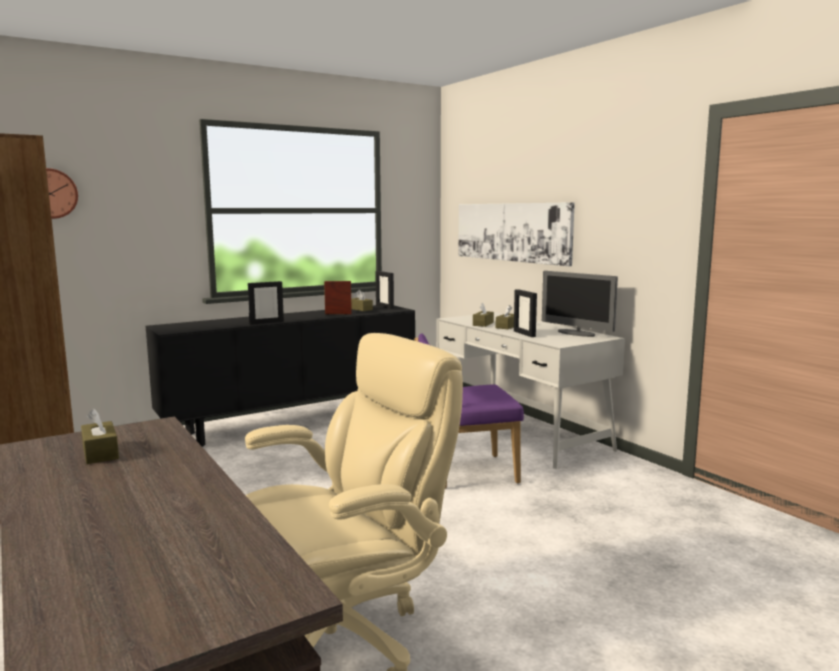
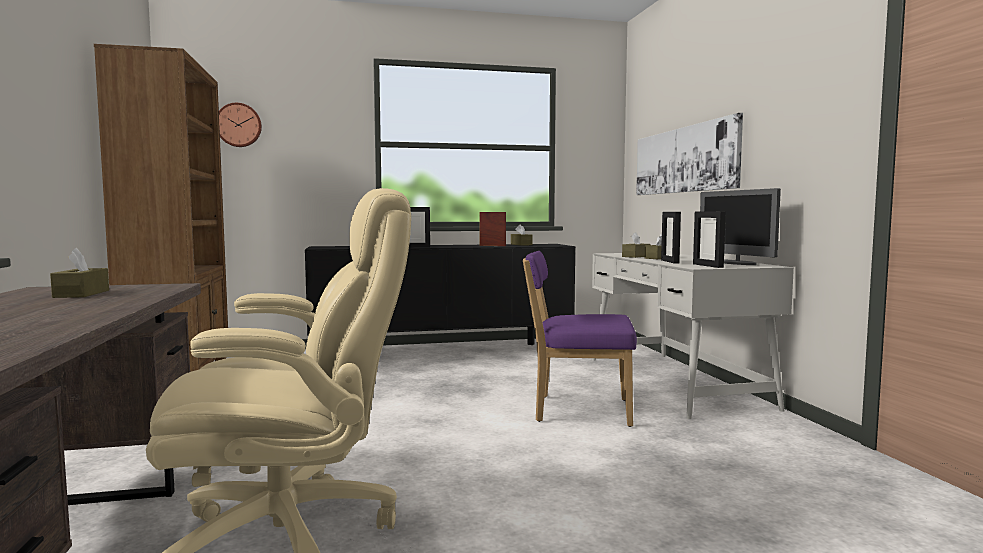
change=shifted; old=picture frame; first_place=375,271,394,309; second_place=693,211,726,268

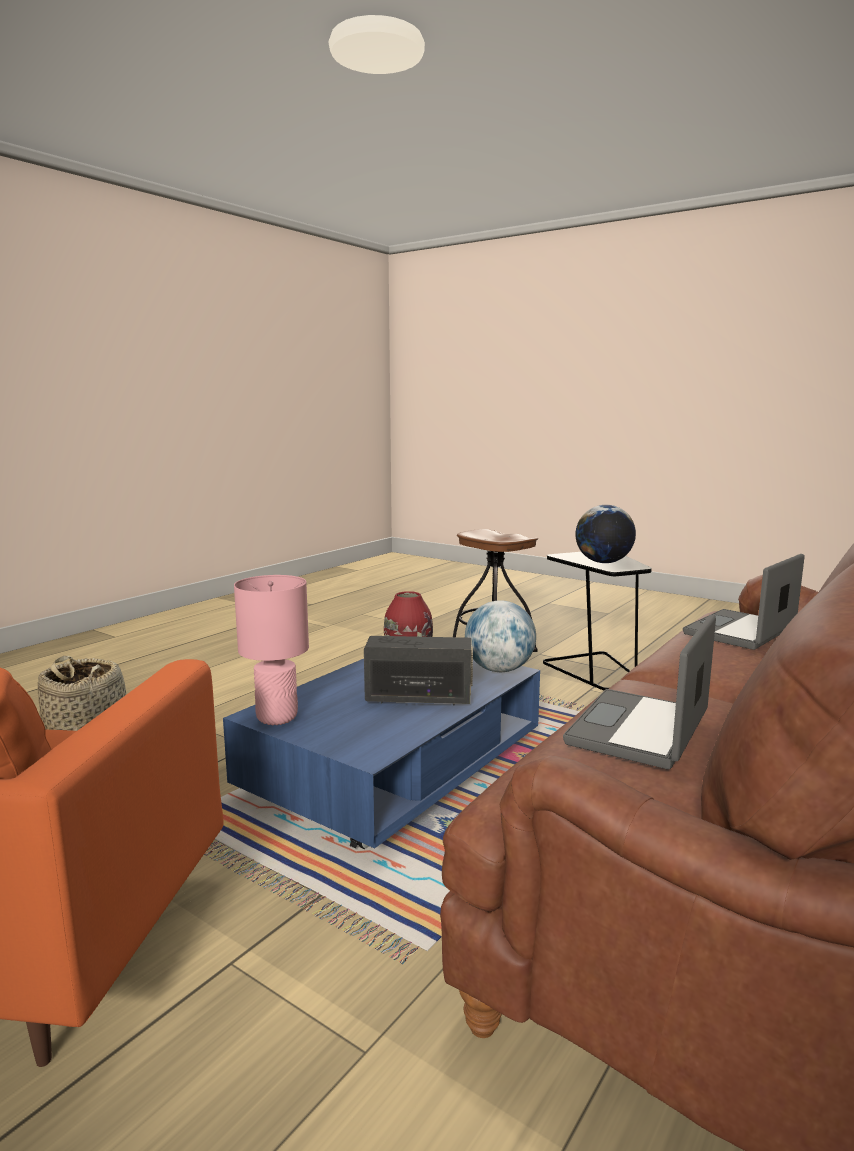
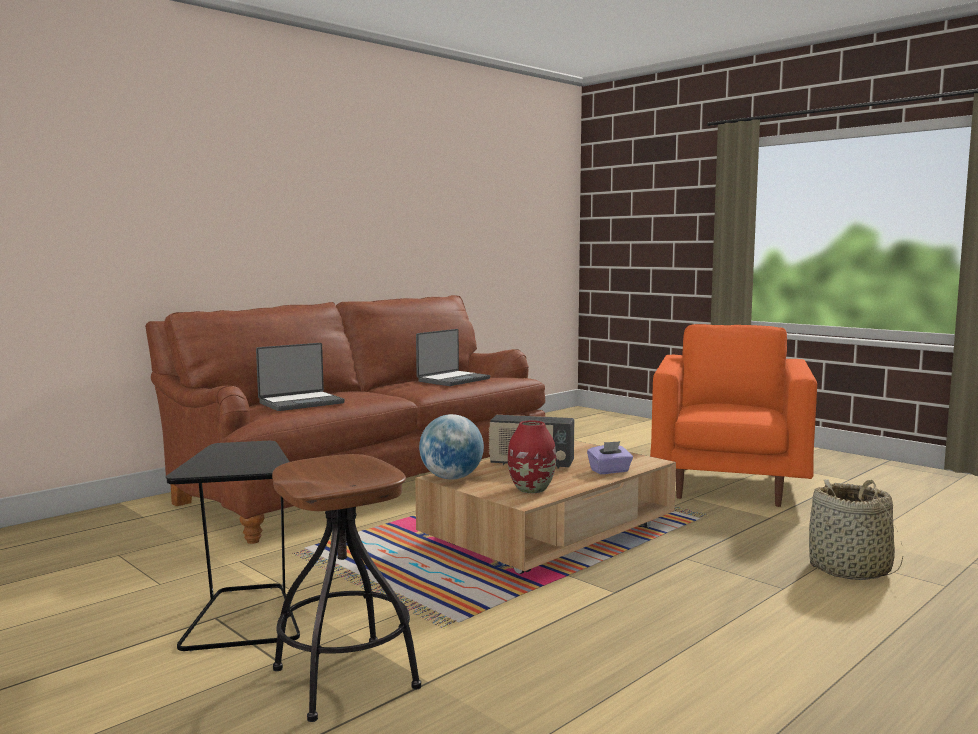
change=repainted; old=coffee table (blue); new=coffee table (brown); first_place=223,659,540,849; second_place=415,440,676,574
change=new; new=tissue box (purple); second_place=587,441,633,474
change=gone; old=table lamp (pink); first_place=234,575,309,725
change=gone; old=globe; first_place=575,505,636,563

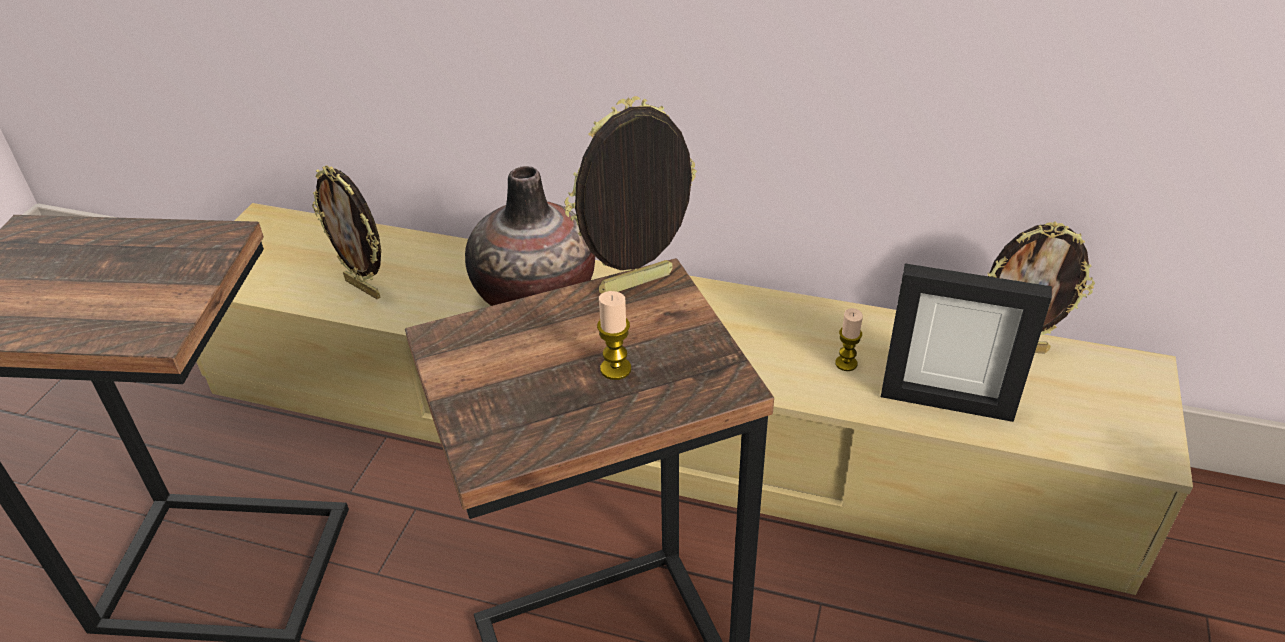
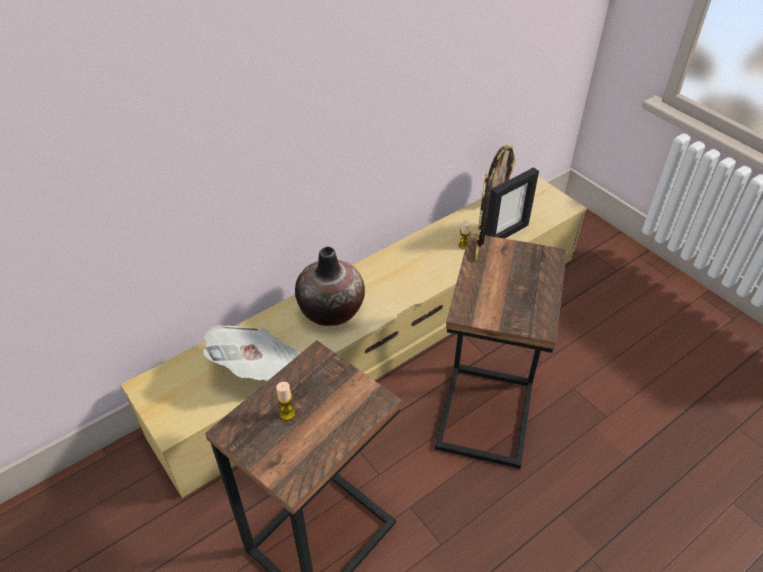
change=swapped; old=picture frame; new=newspaper; first_place=312,165,381,300; second_place=202,325,301,381
change=shifted; old=candle; first_place=597,291,631,380; second_place=276,382,295,421

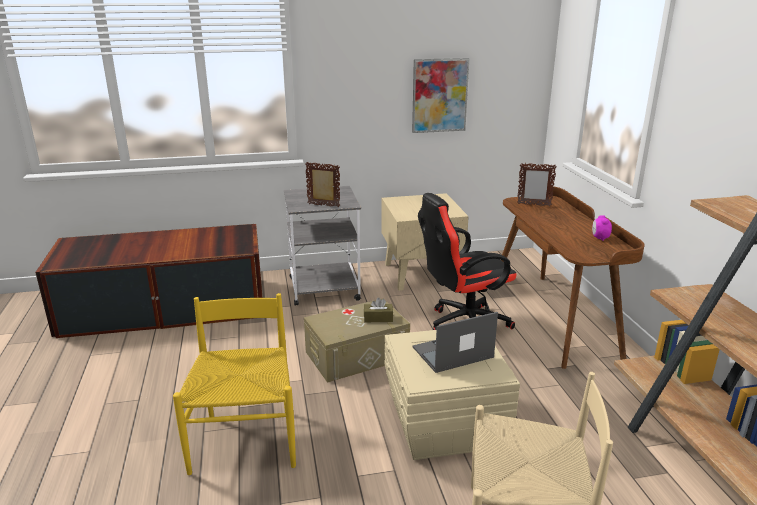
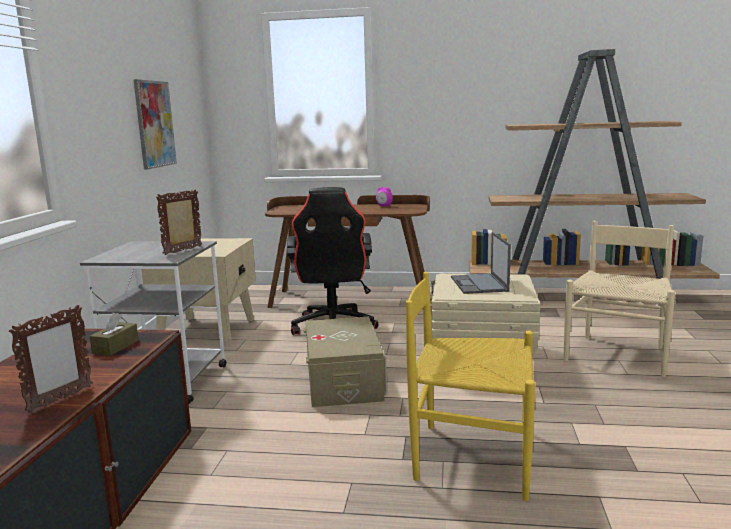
change=shifted; old=picture frame; first_place=517,163,557,206; second_place=9,305,93,413
change=shifted; old=tissue box (brown); first_place=364,297,393,322; second_place=89,312,139,356

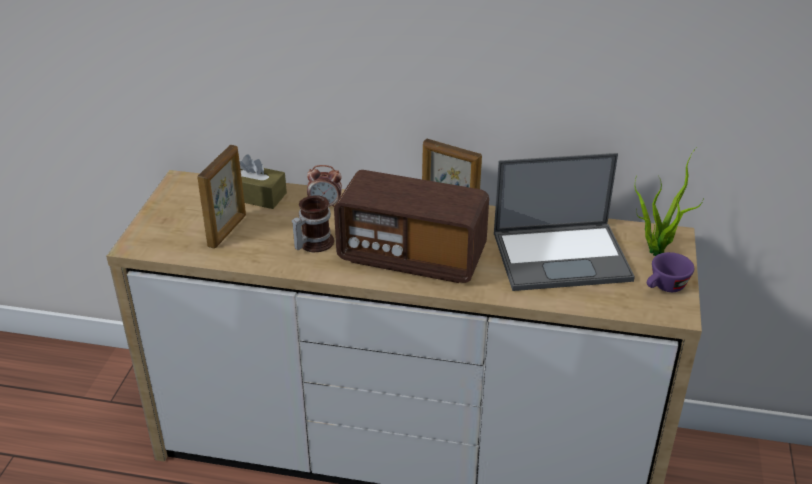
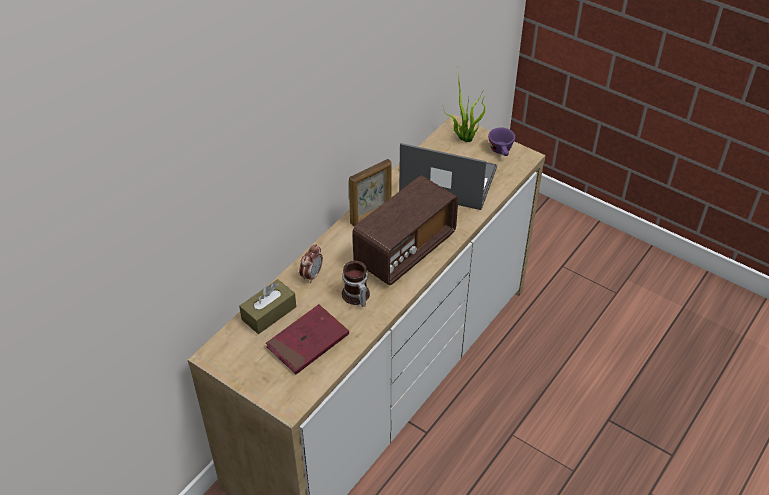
change=swapped; old=picture frame; new=book (red); first_place=197,145,246,249; second_place=266,304,349,374
change=rotated; old=laptop; first_place=494,153,635,291; second_place=399,143,497,210; degrees=-90

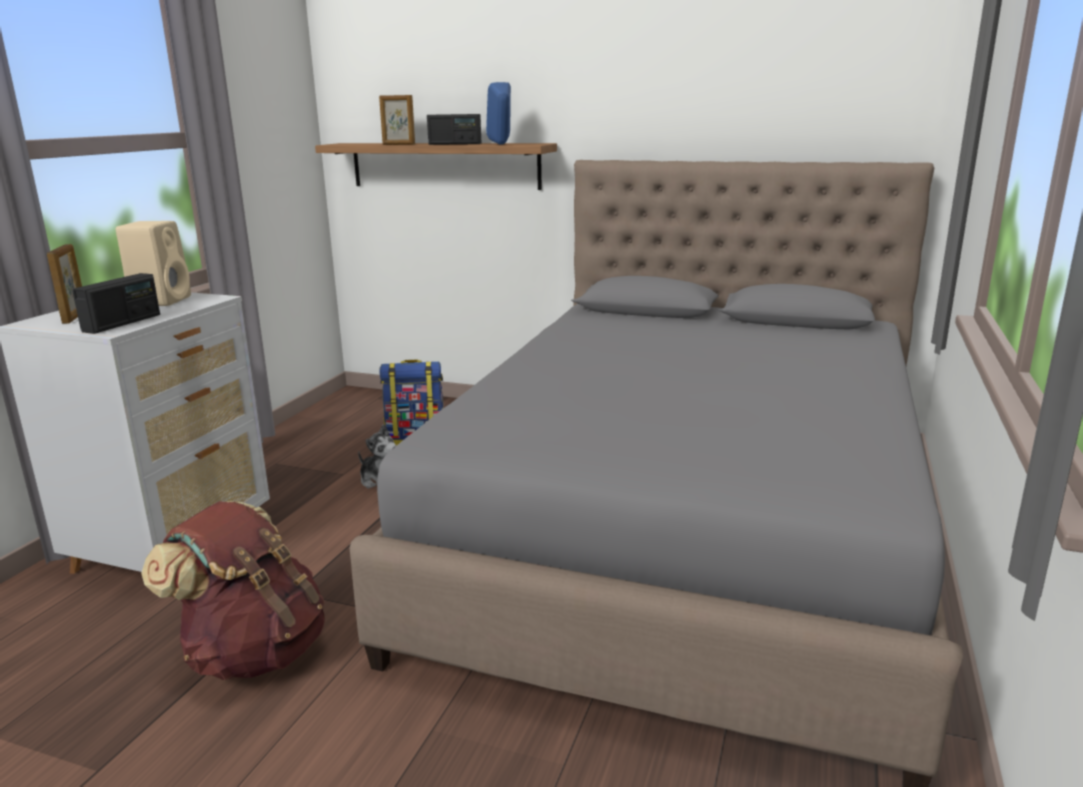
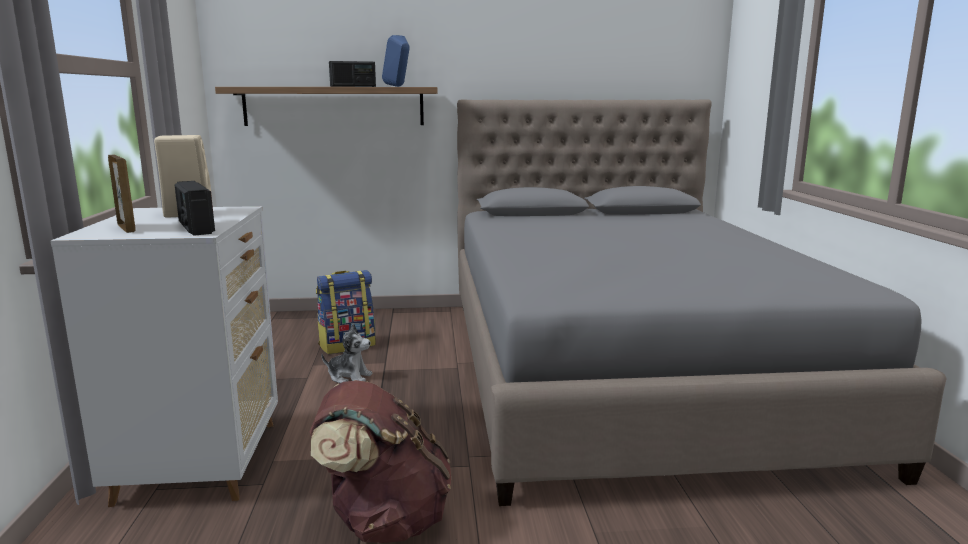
change=rotated; old=radio; first_place=72,273,160,334; second_place=175,181,215,236; degrees=150
change=gone; old=picture frame; first_place=379,95,415,145

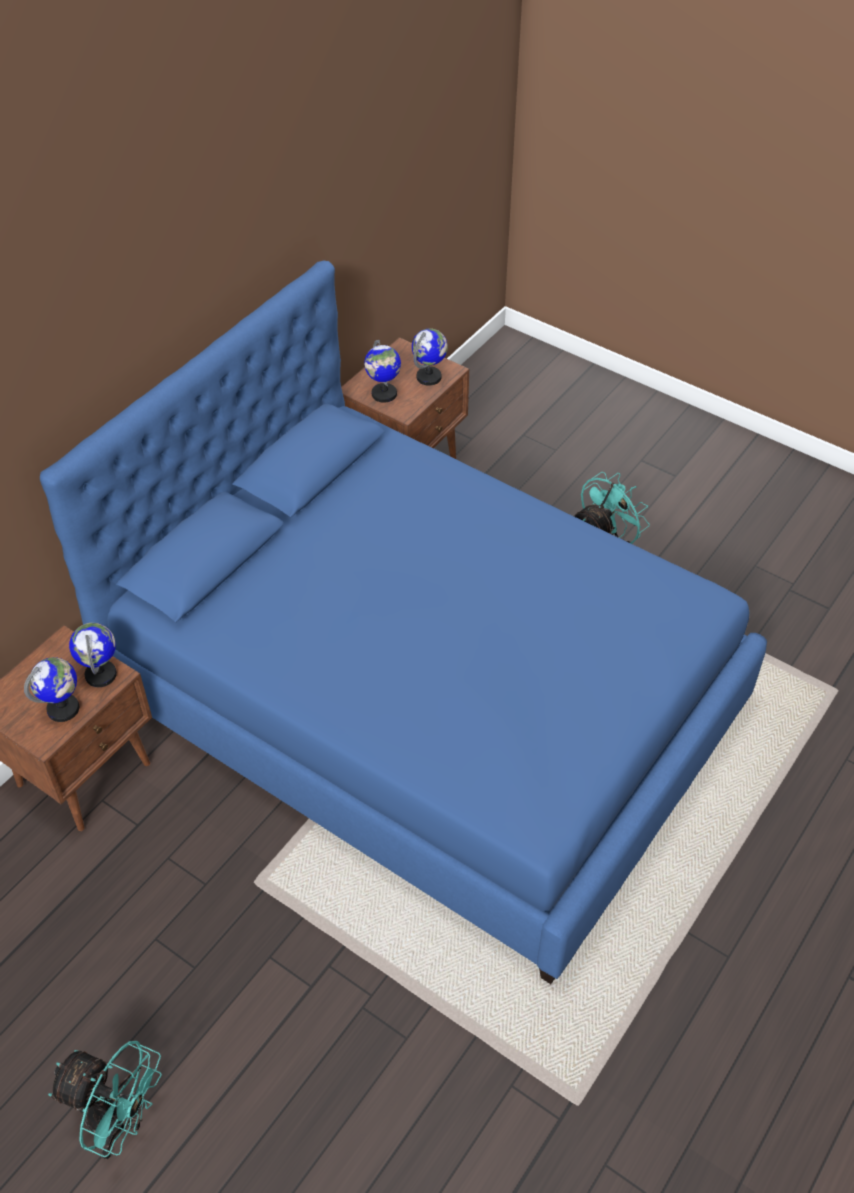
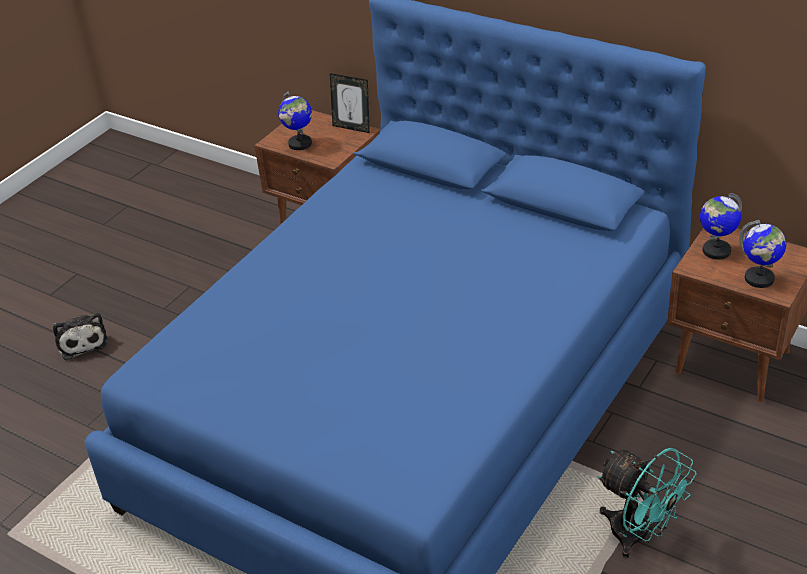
change=new; new=plush toy; second_place=53,313,108,360
change=new; new=picture frame; second_place=330,73,370,133
change=gone; old=fan (turquoise); first_place=48,1041,162,1160
change=gone; old=globe; first_place=69,623,117,687

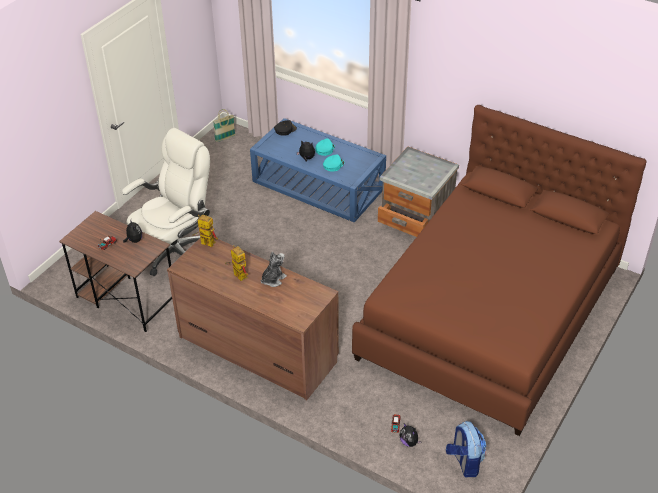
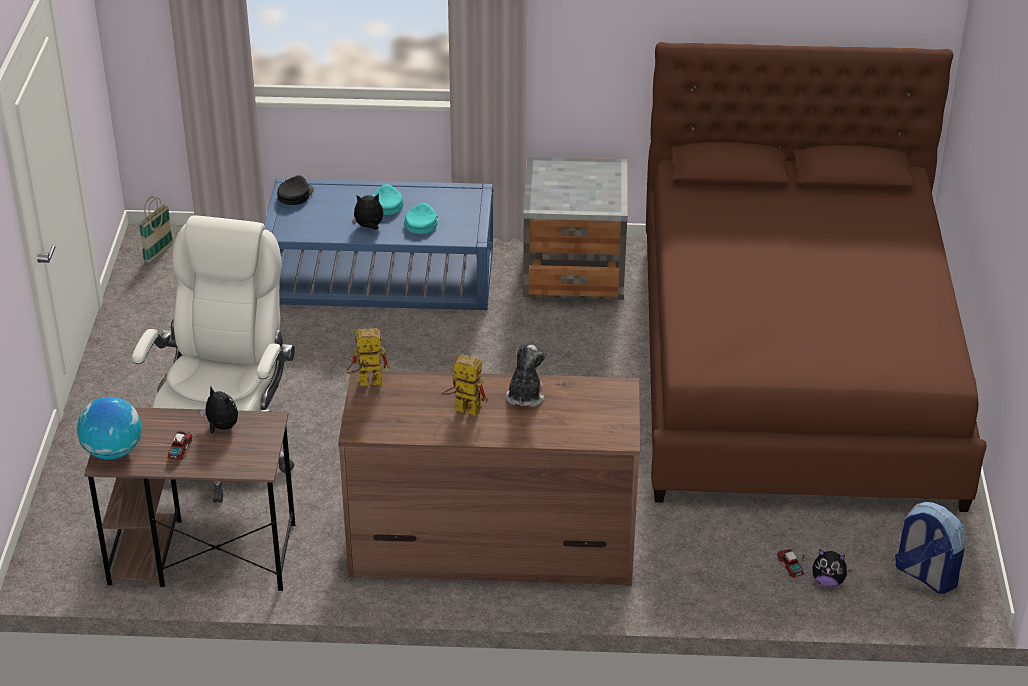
change=new; new=globe; second_place=77,397,142,460

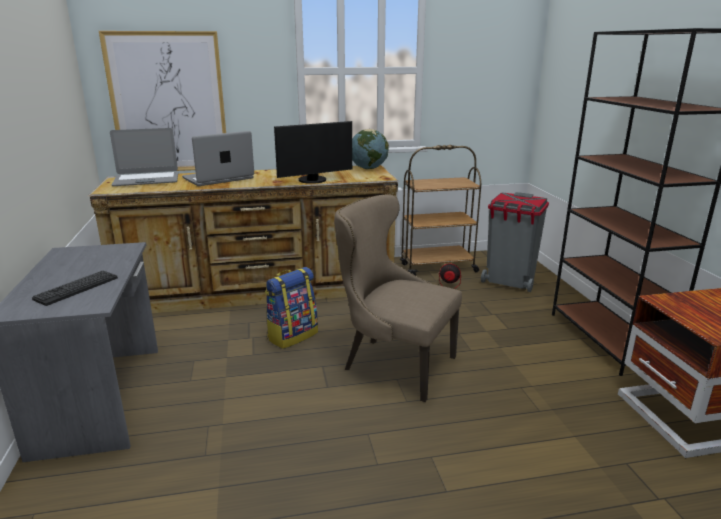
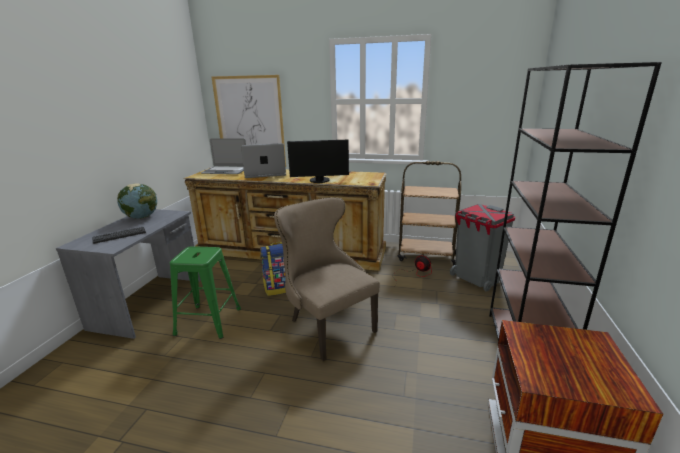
change=shifted; old=globe; first_place=352,129,389,170; second_place=117,183,157,219
change=new; new=stool (green); second_place=170,246,241,339

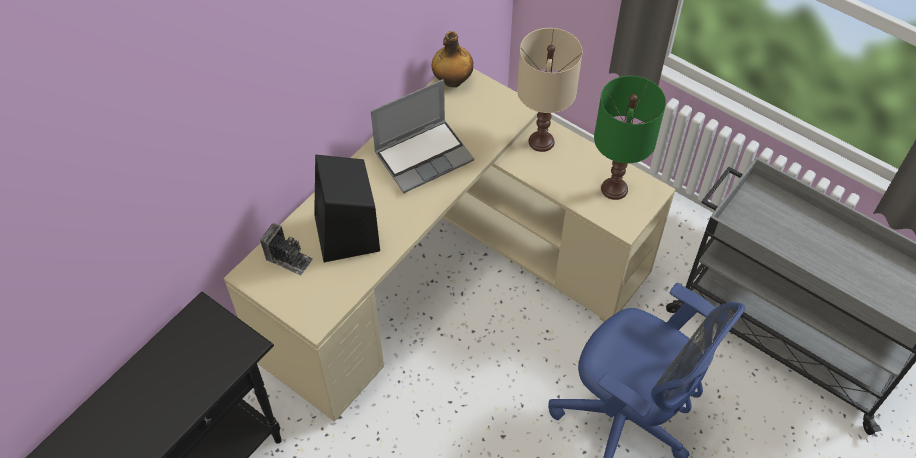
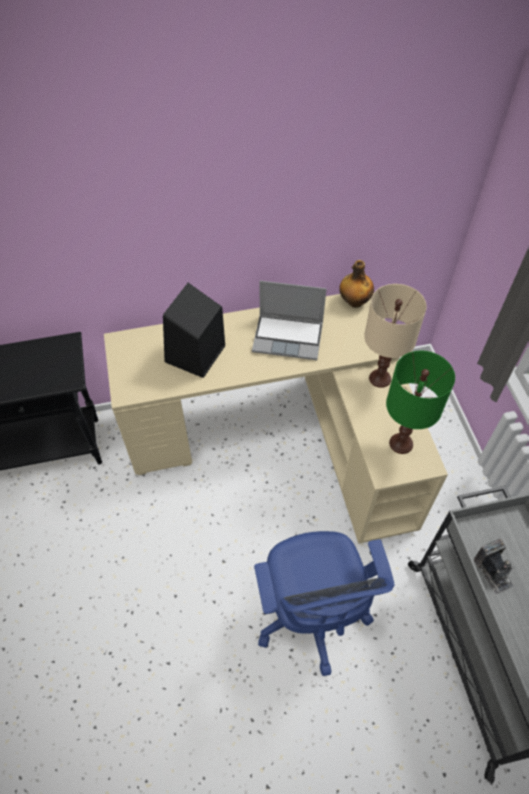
change=shifted; old=photo camera; first_place=260,223,313,276; second_place=474,539,513,594

